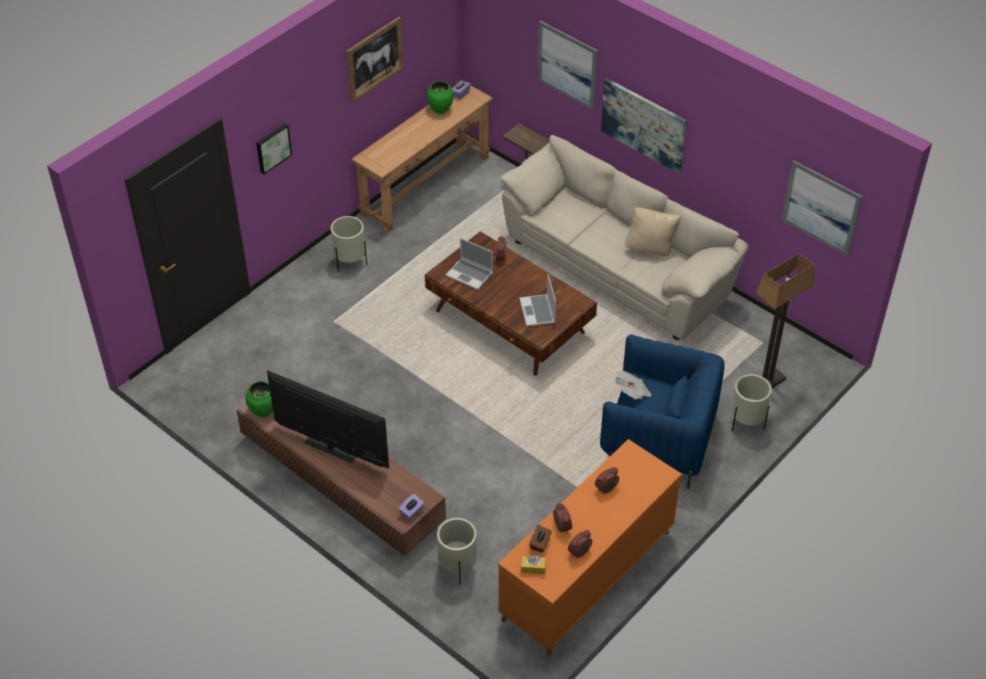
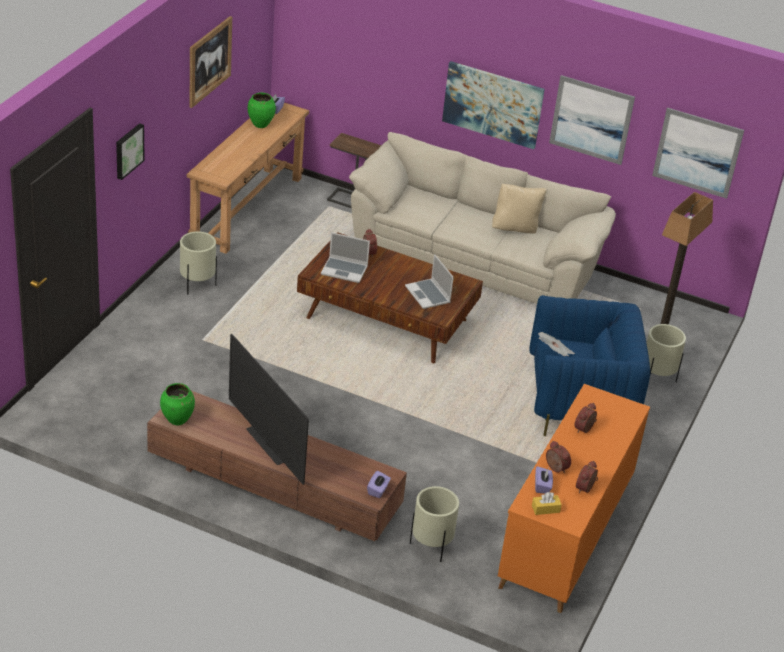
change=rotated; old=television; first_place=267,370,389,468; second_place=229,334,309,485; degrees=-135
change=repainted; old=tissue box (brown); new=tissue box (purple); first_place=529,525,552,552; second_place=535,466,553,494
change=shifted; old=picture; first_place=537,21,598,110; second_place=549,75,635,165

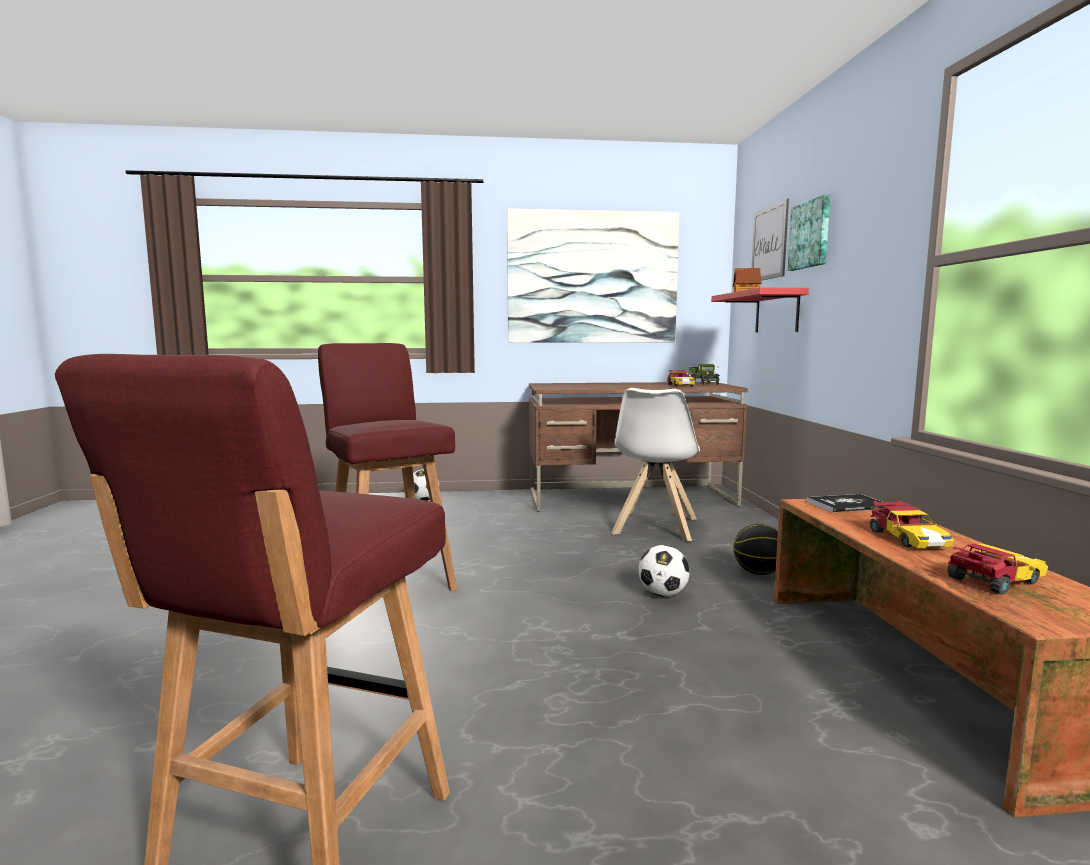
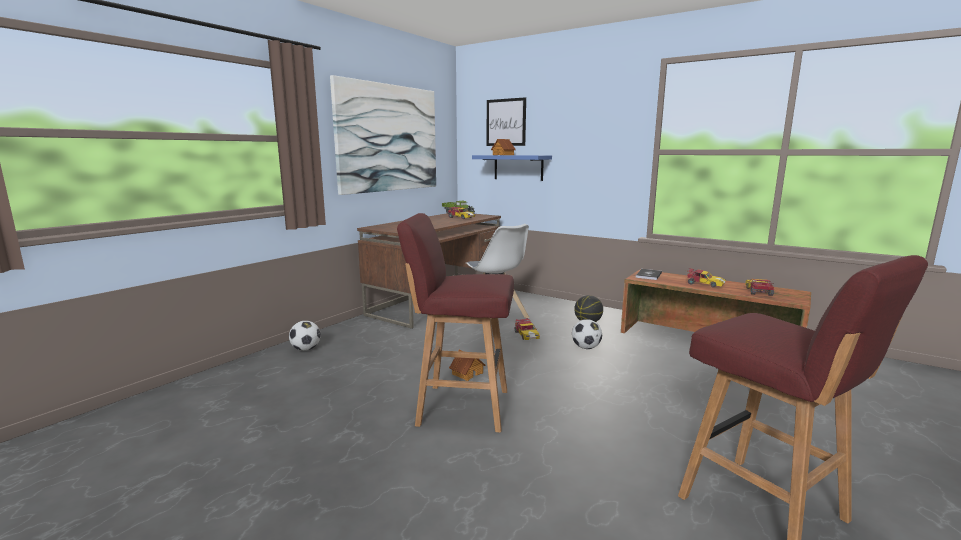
change=new; new=toy house; second_place=449,350,486,381
change=repainted; old=shelf (red); new=shelf (blue); first_place=711,287,809,332; second_place=472,155,552,181
change=new; new=toy car; second_place=514,318,540,340
change=gone; old=picture; first_place=788,195,830,271

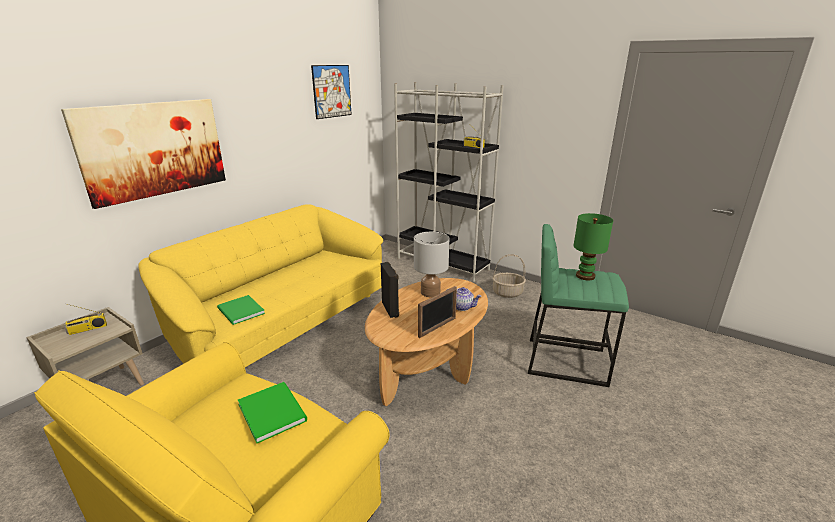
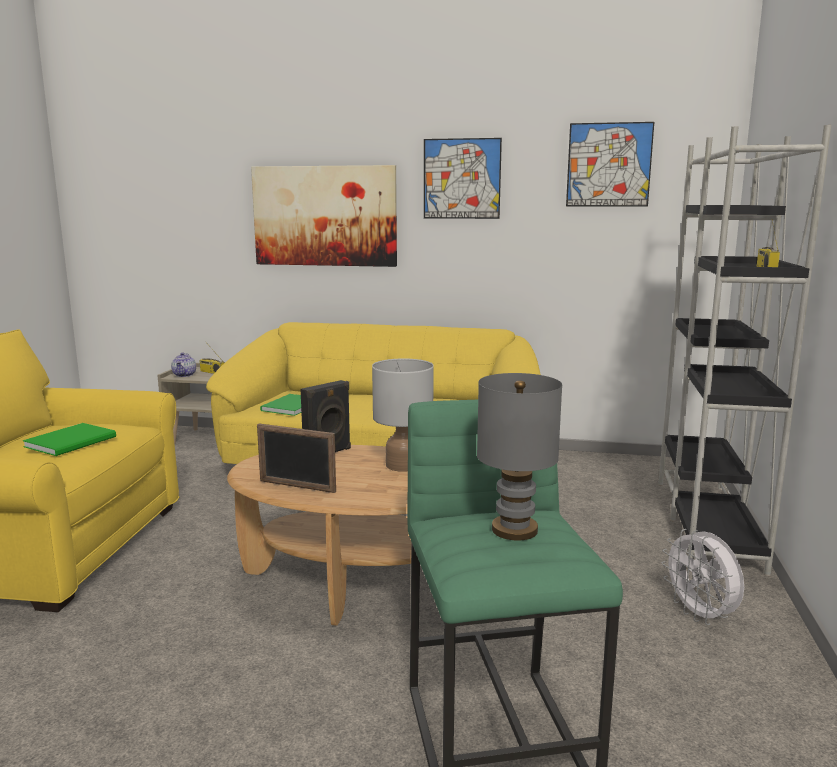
change=shifted; old=teapot; first_place=447,287,482,311; second_place=171,352,196,377
change=new; new=picture; second_place=424,138,502,219
change=repainted; old=table lamp (green); new=table lamp (grey); first_place=573,213,613,280; second_place=477,373,562,541
change=swapped; old=basket; new=fan (white); first_place=492,254,526,298; second_place=661,529,744,625

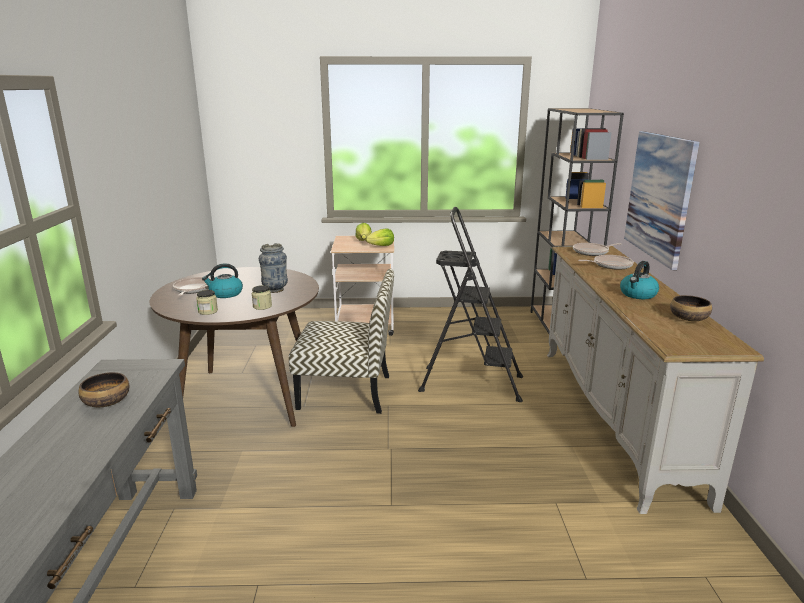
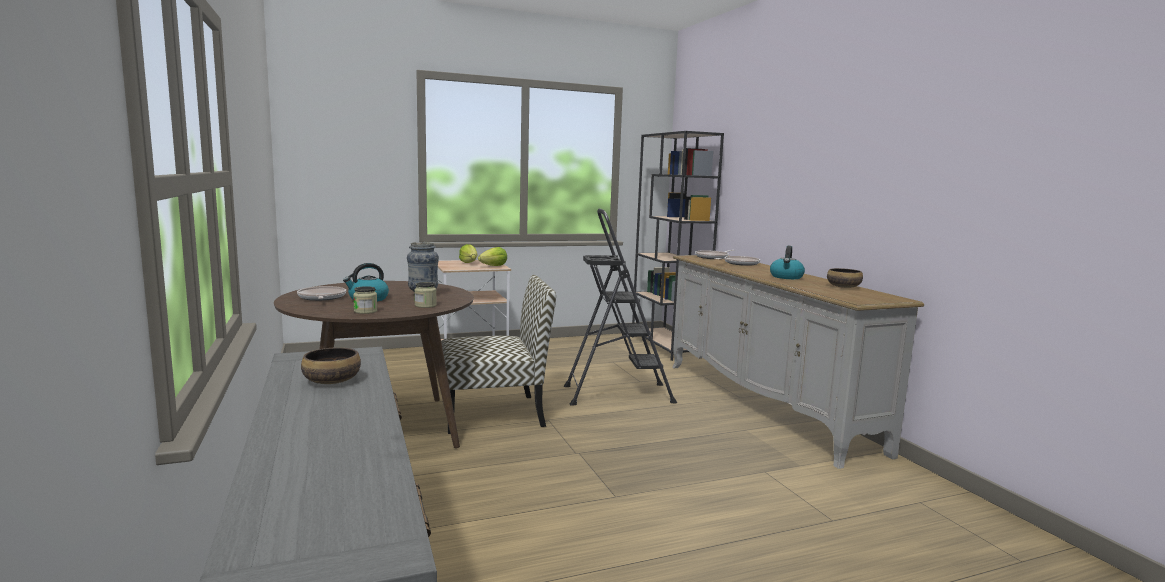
change=gone; old=picture; first_place=624,131,700,270

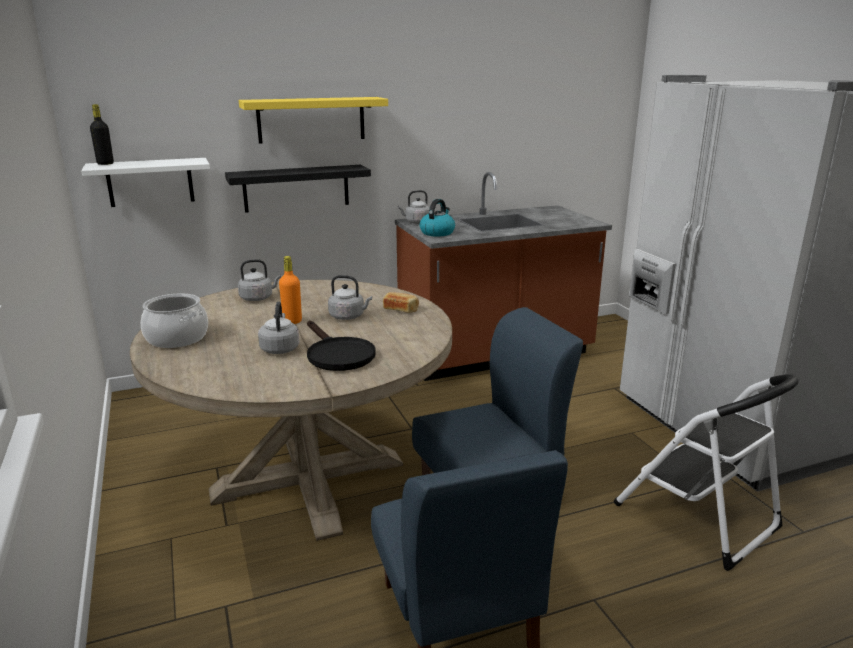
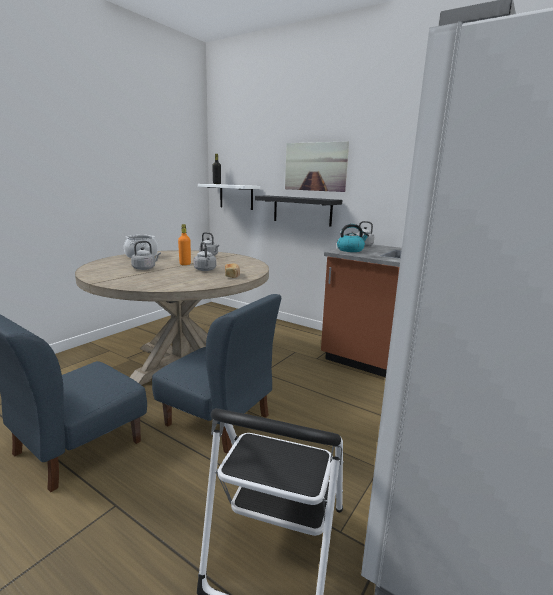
change=swapped; old=shelf (yellow); new=picture; first_place=239,97,388,144; second_place=285,141,349,192
change=gone; old=frying pan (black); first_place=307,321,376,371

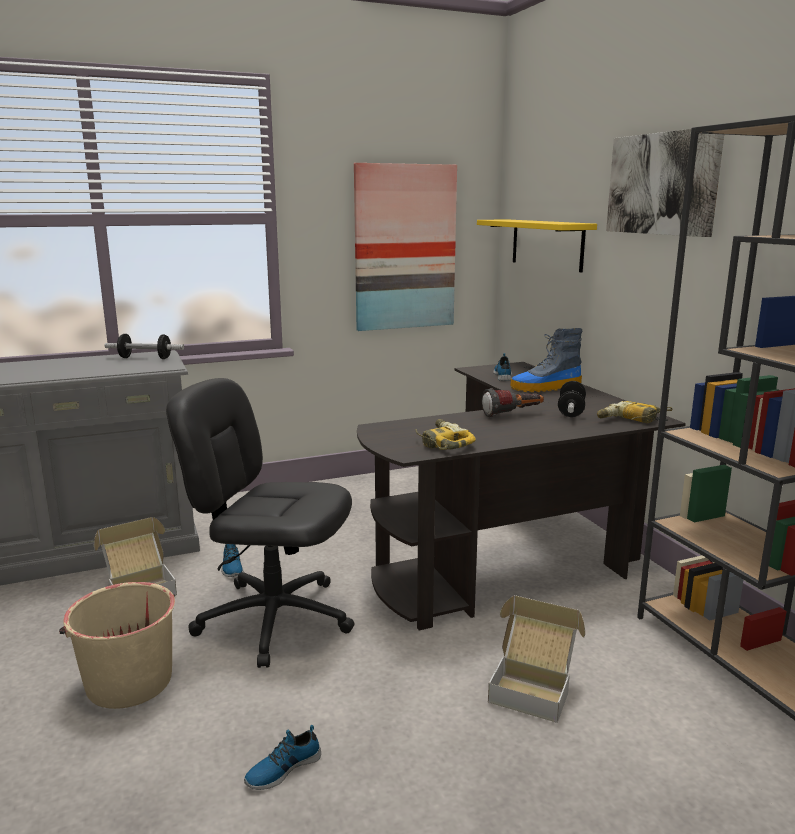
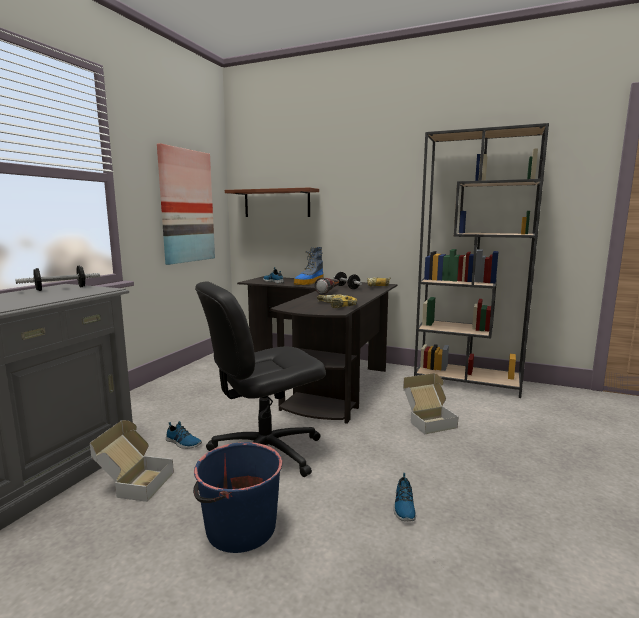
change=repainted; old=bucket (beige); new=bucket (blue); first_place=59,582,175,709; second_place=193,442,282,553
change=repainted; old=shelf (yellow); new=shelf (brown); first_place=477,219,597,273; second_place=225,187,319,217
change=gone; old=picture; first_place=606,129,724,237

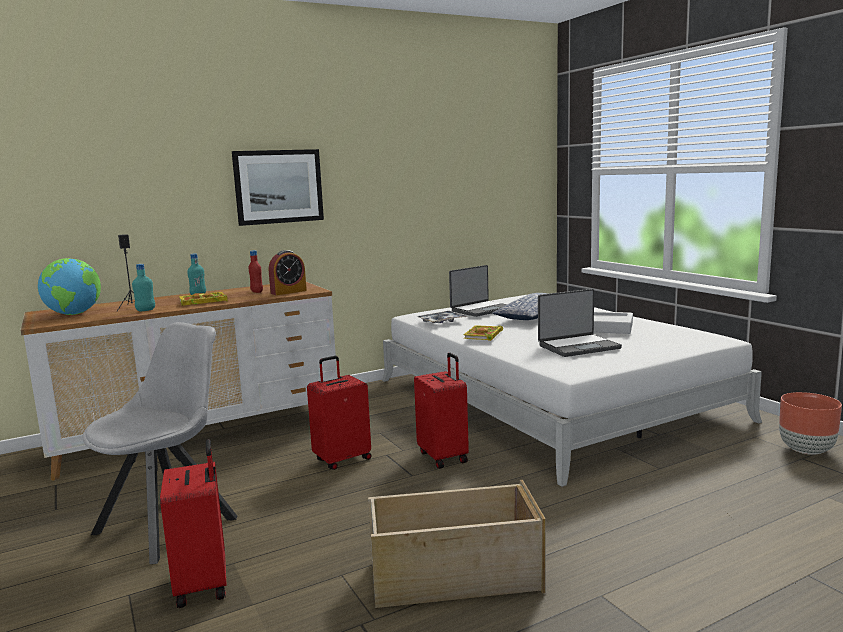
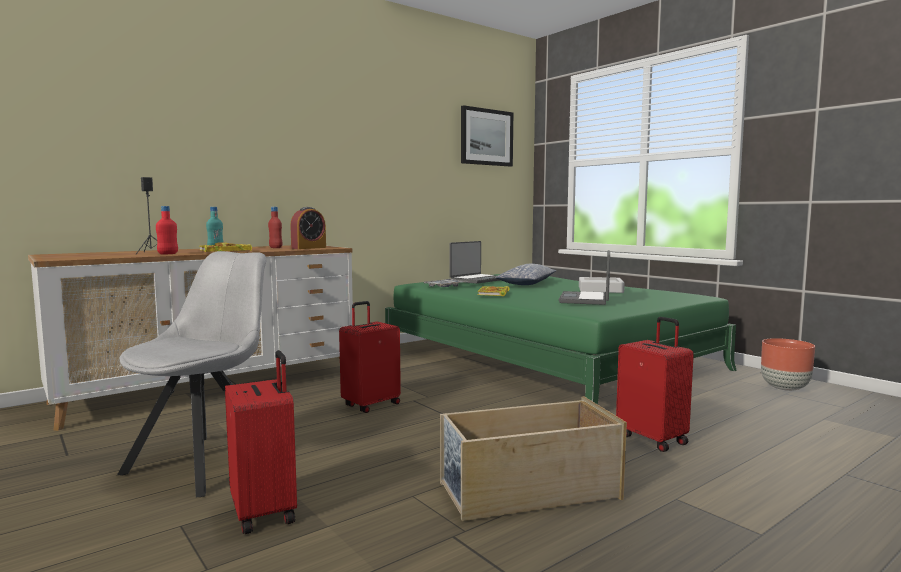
change=repainted; old=bottle (turquoise); new=bottle (red); first_place=132,264,155,311; second_place=156,206,178,255
change=repainted; old=bed (white); new=bed (green); first_place=382,294,762,487; second_place=385,274,737,404
change=shifted; old=picture; first_place=232,149,324,226; second_place=461,105,513,167
change=rotated; old=laptop; first_place=538,289,622,357; second_place=559,250,610,305; degrees=135
change=shifted; old=suitcase (red); first_place=414,353,469,469; second_place=616,317,694,452
change=gone; old=globe; first_place=38,258,101,315

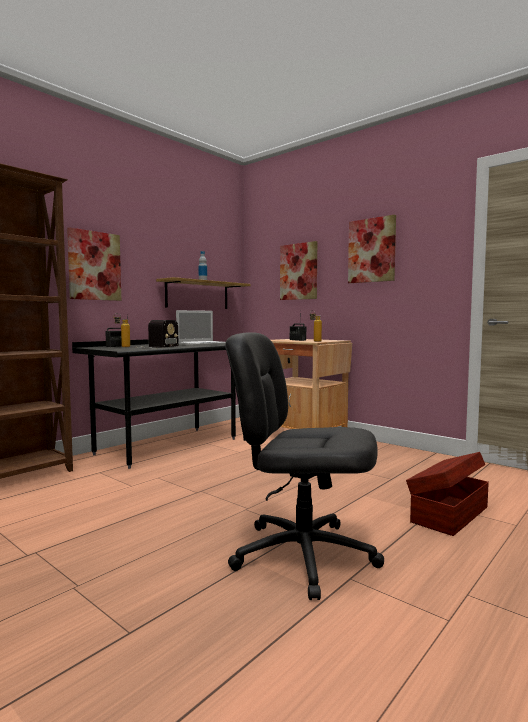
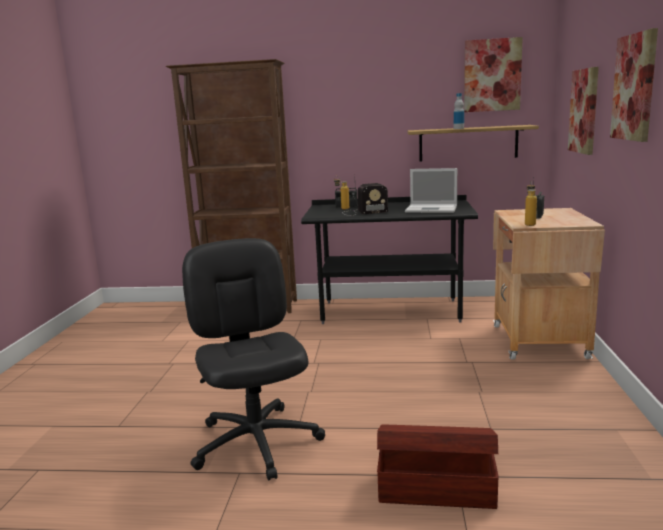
change=shifted; old=picture; first_place=67,227,121,301; second_place=464,37,523,112

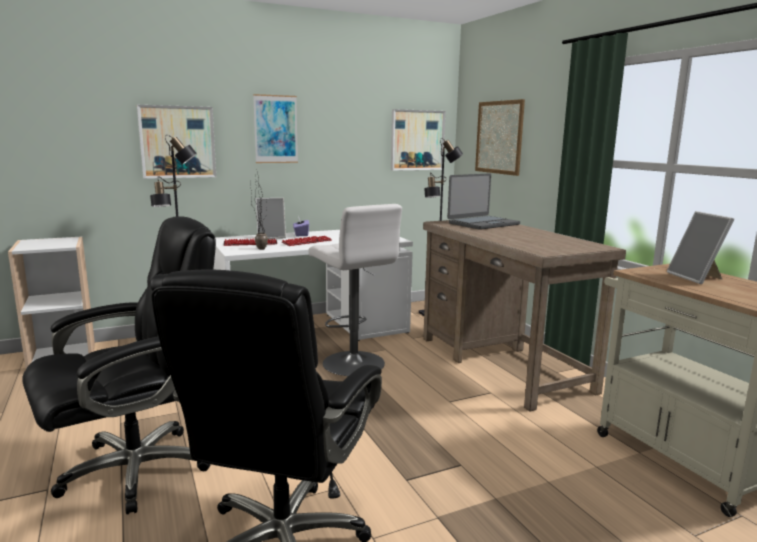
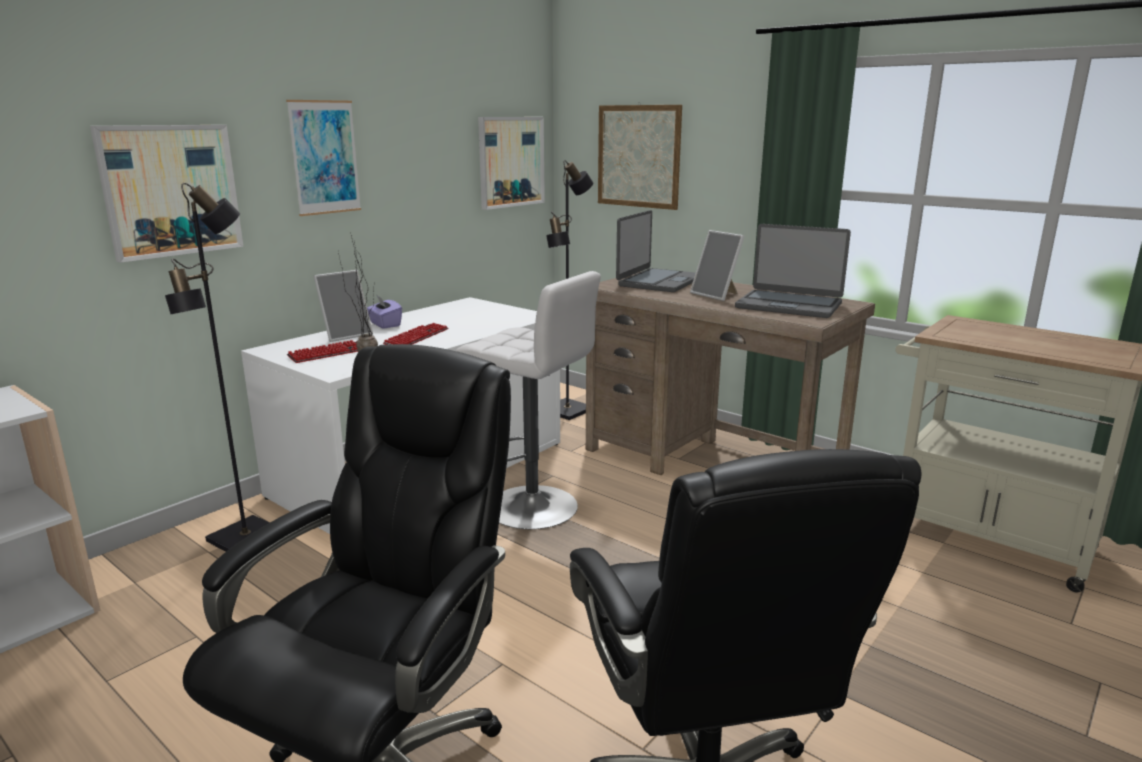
change=shifted; old=picture frame; first_place=666,211,734,284; second_place=690,230,745,301
change=new; new=laptop; second_place=735,224,851,318

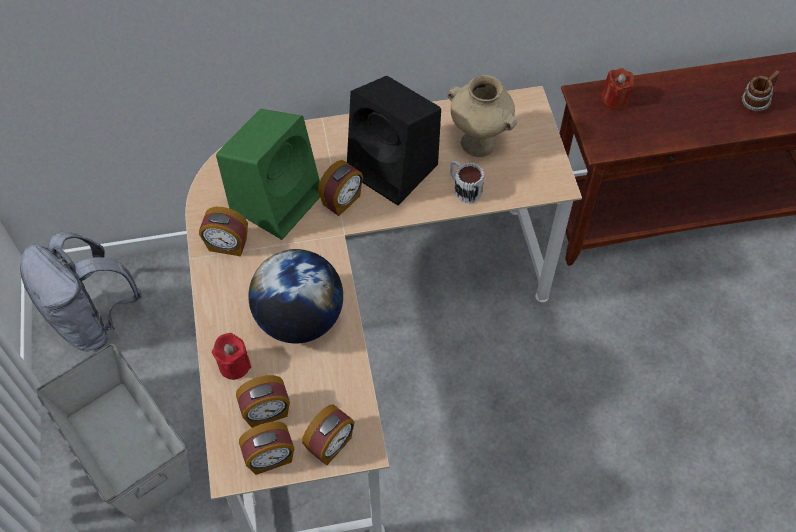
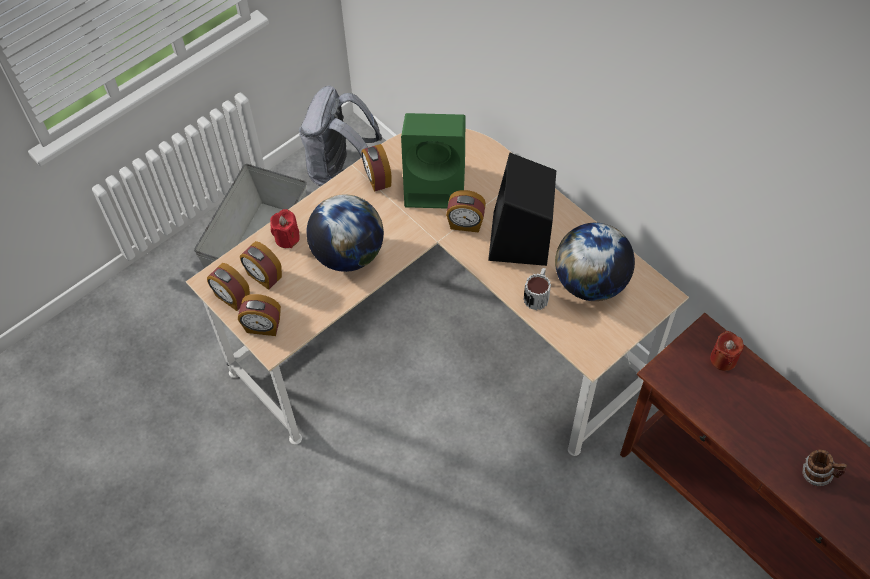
change=swapped; old=vase (beige); new=globe; first_place=447,75,517,157; second_place=555,223,635,301

